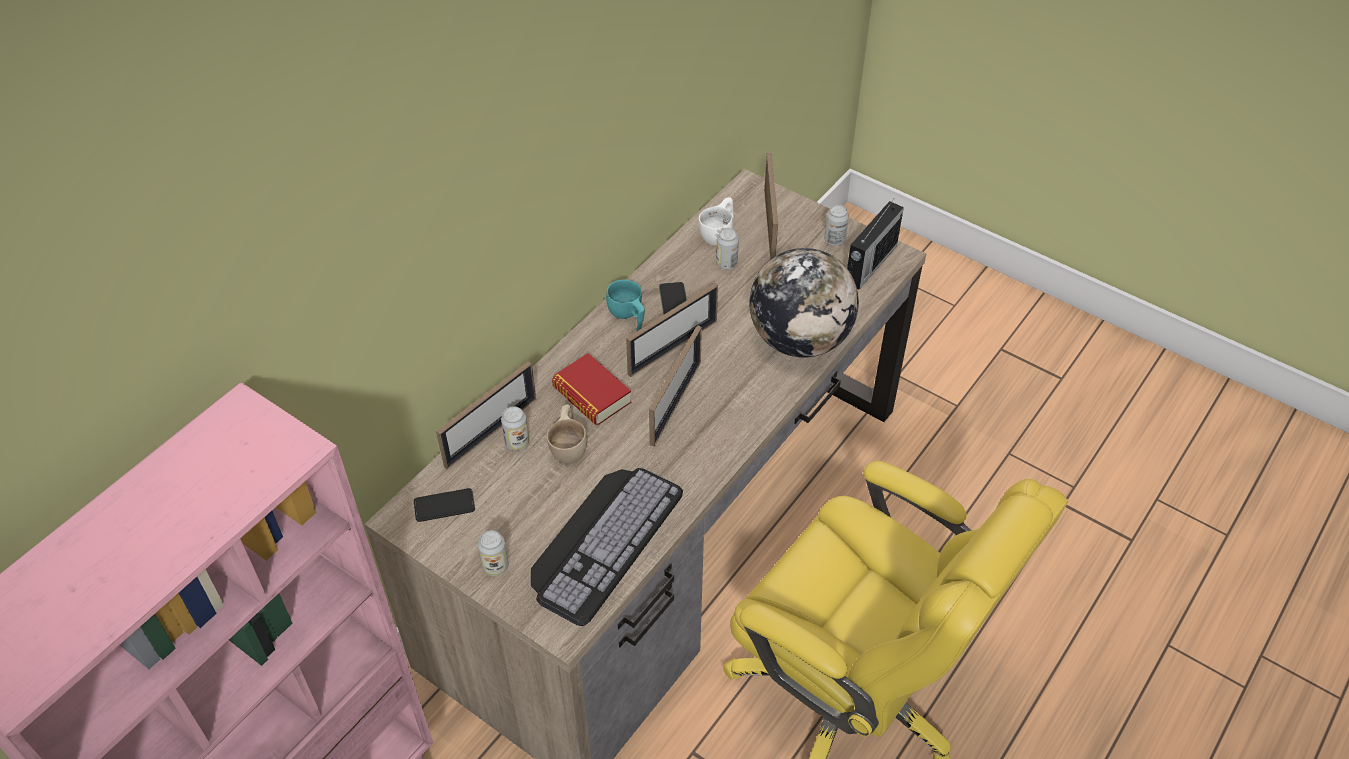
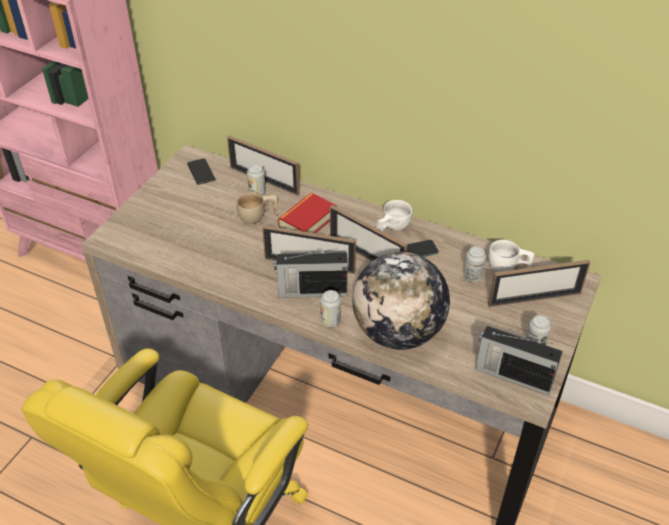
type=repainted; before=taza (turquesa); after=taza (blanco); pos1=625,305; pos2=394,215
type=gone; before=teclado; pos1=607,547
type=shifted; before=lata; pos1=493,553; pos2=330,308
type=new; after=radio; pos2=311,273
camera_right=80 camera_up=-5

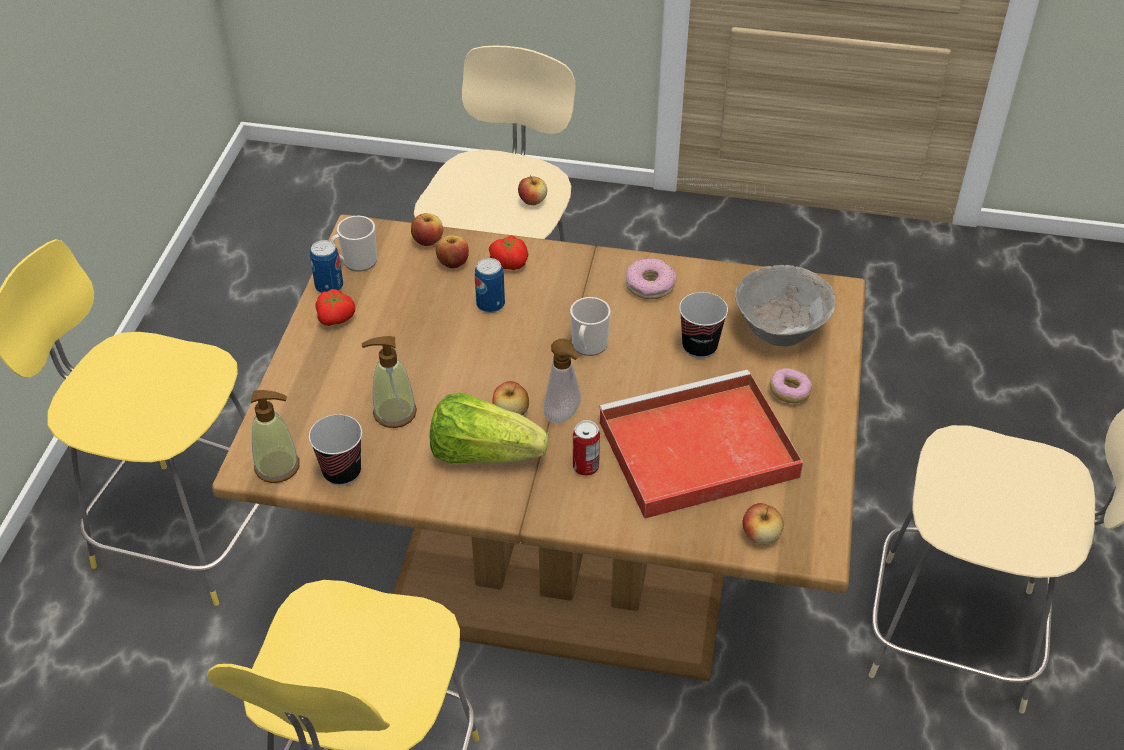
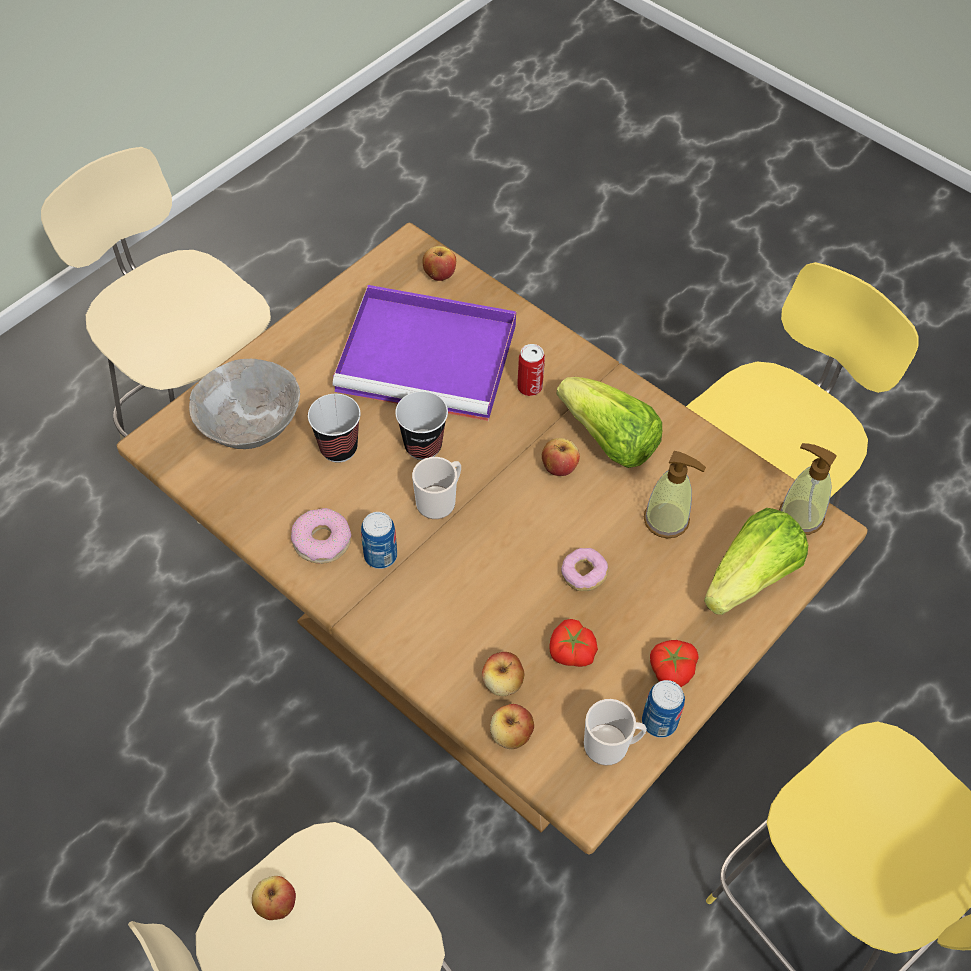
type=shifted; before=tomate; pos1=508,252; pos2=573,643
type=shifted; before=lata; pos1=490,285; pos2=379,540
type=gone; before=dispensador de jabón; pos1=562,381
type=shifted; before=rosquilla; pos1=791,385; pos2=585,569
type=repainted; before=bandeja (rojo); after=bandeja (morado); pos1=700,444; pos2=424,353
type=shifted; before=taza; pos1=335,450; pos2=421,425
type=new; after=lechuga; pos2=756,561
camera_right=-150 camera_up=10

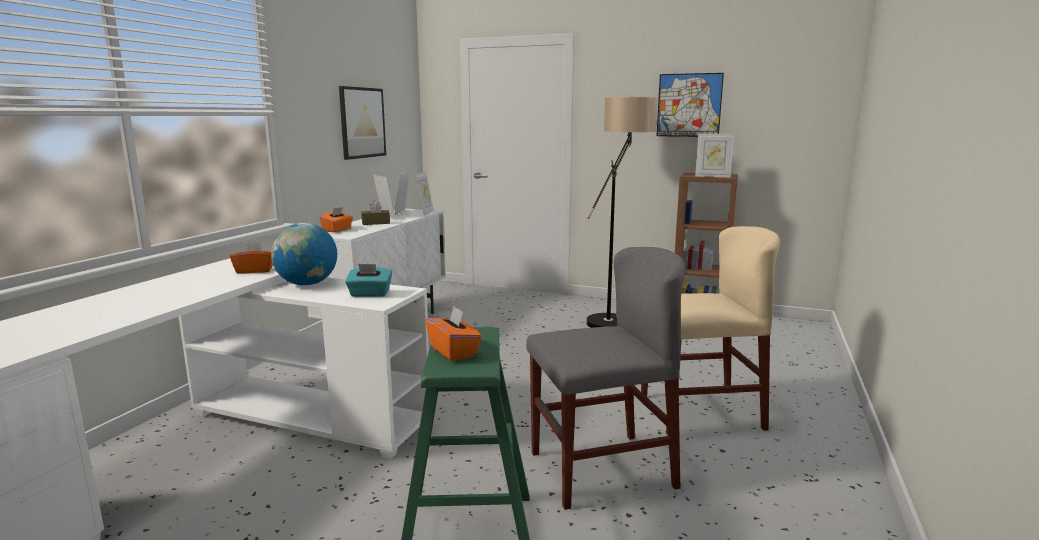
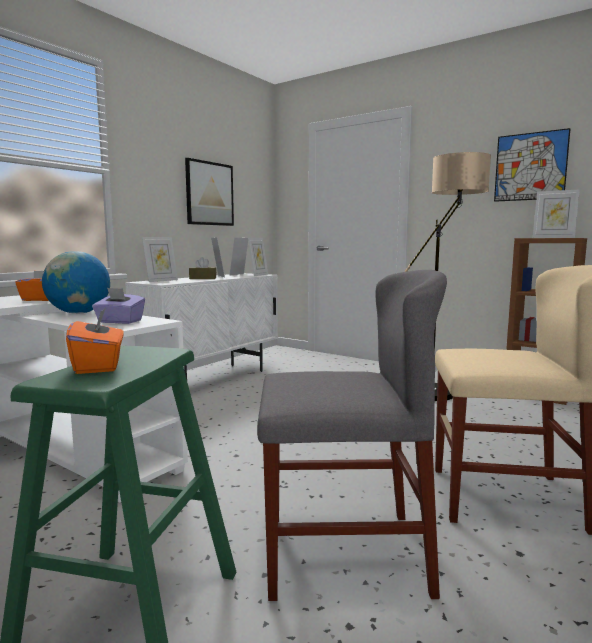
type=swapped; before=caja de pañuelos (naranja); after=portarretratos; pos1=336,219; pos2=160,259
type=repainted; before=caja de pañuelos (turquesa); after=caja de pañuelos (morado); pos1=368,280; pos2=118,306
camera_right=15 camera_up=-5

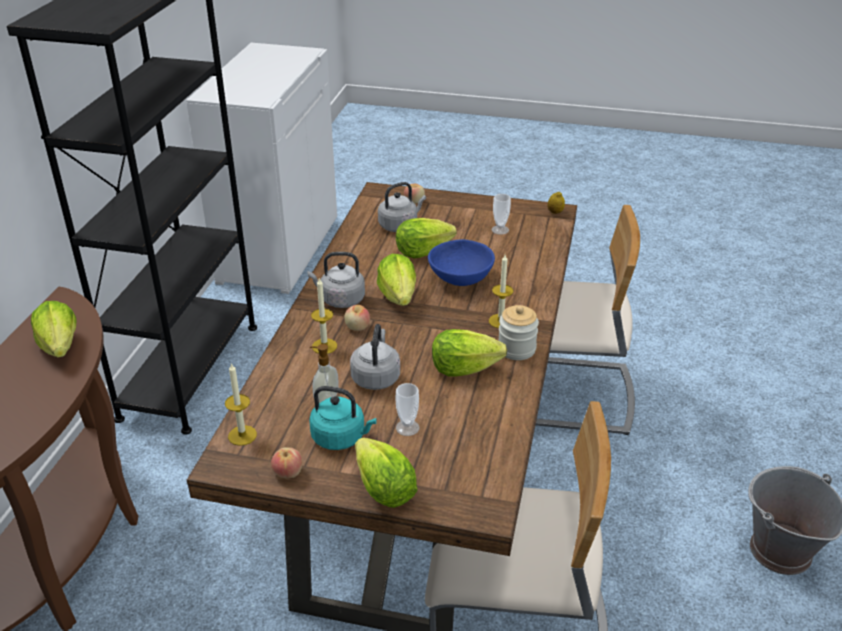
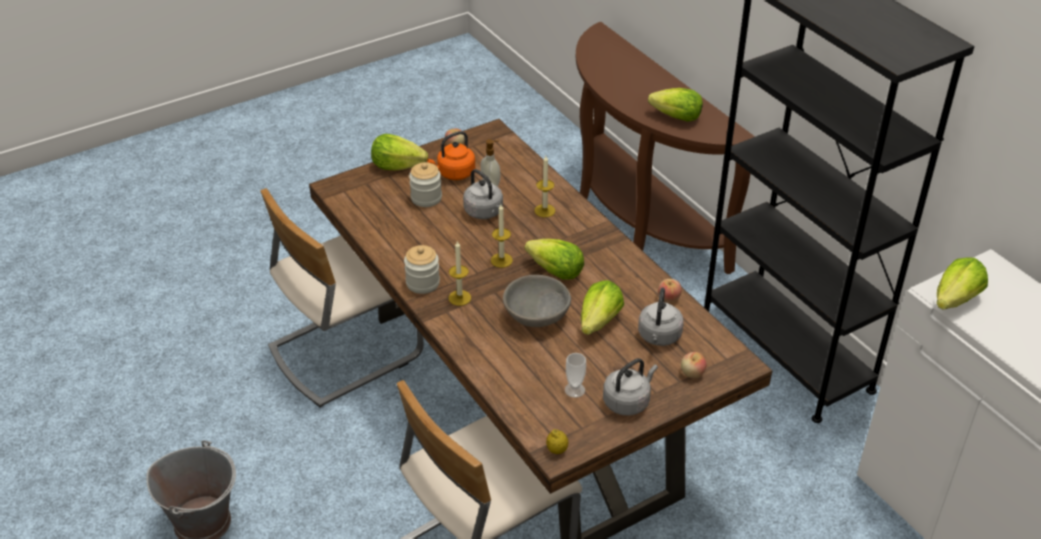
type=repainted; before=cuenco (azul); after=cuenco (gris); pos1=461,262; pos2=537,301
type=shifted; before=hervidor (gris); pos1=336,280; pos2=630,387
type=shifted; before=manzana; pos1=357,318; pos2=670,290
type=shifted; before=lechuga; pos1=469,353; pos2=962,283
type=shifted; before=vela; pos1=241,404; pos2=502,236
type=swapped; before=taza; after=tarro; pos1=407,409; pos2=425,184
type=repainted; before=hervidor (turquesa); after=hervidor (naranja); pos1=343,418; pos2=451,155
camera_right=135 camera_up=5

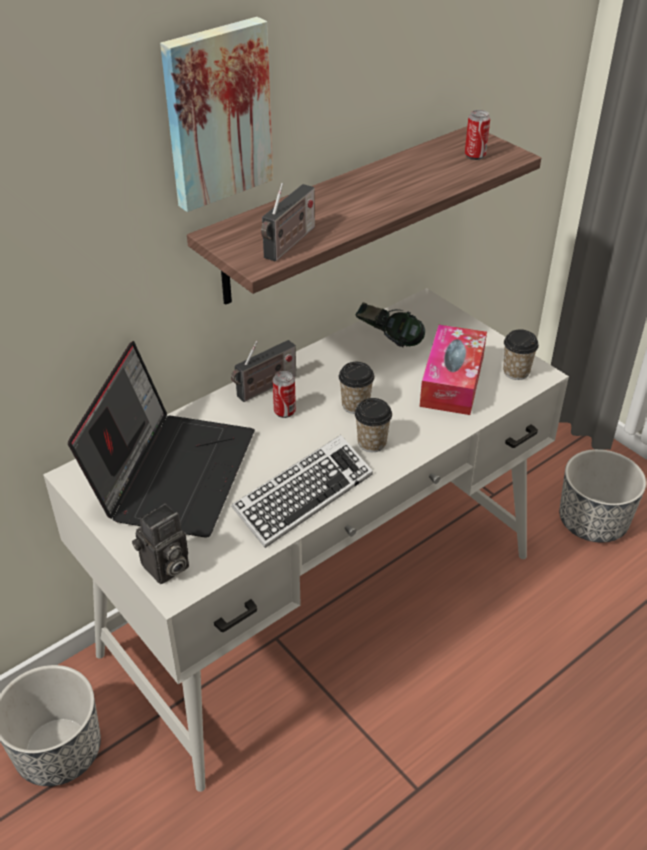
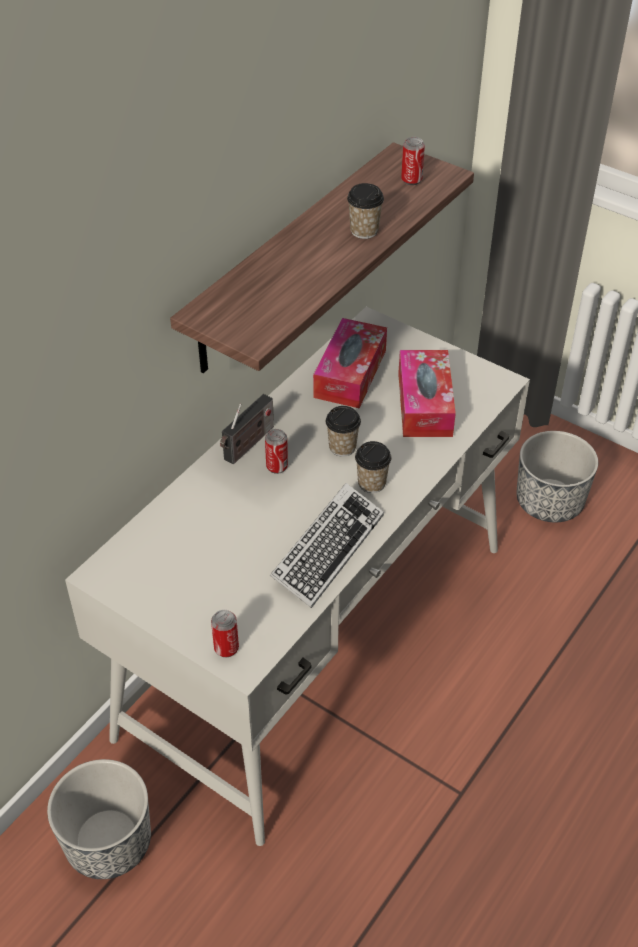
type=gone; before=cuadro; pos1=216,114
type=gone; before=radio; pos1=288,222
type=swapped; before=auriculares; after=caja de pañuelos; pos1=390,324; pos2=350,363
type=shifted; before=taza; pos1=521,354; pos2=365,211
type=gone; before=portátil; pos1=161,439
type=swapped; before=cámara; after=lata; pos1=160,544; pos2=225,634
camera_right=-15 camera_up=5

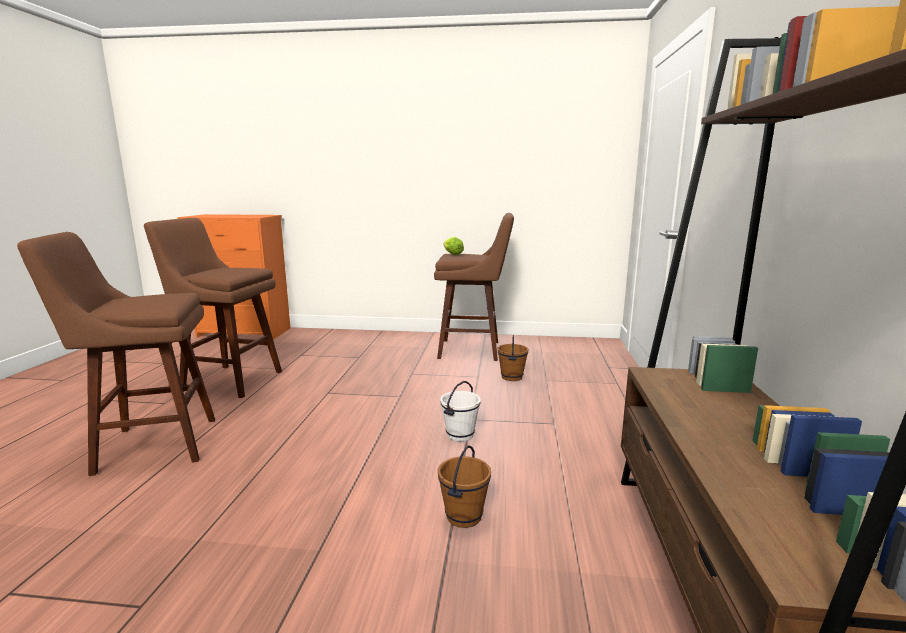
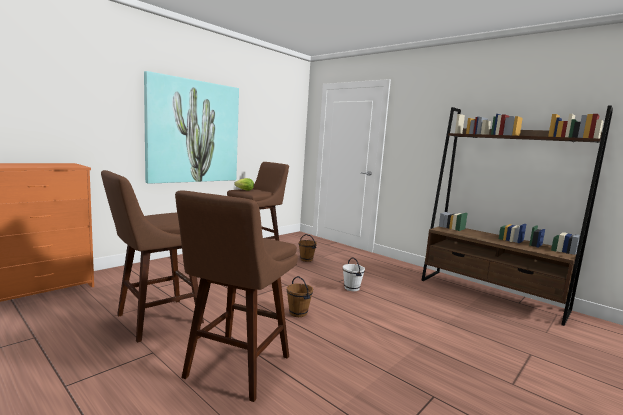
type=shifted; before=cubo (marrón); pos1=464,486; pos2=300,296
type=new; after=cuadro; pos2=191,127
camera_right=-55 camera_up=-5

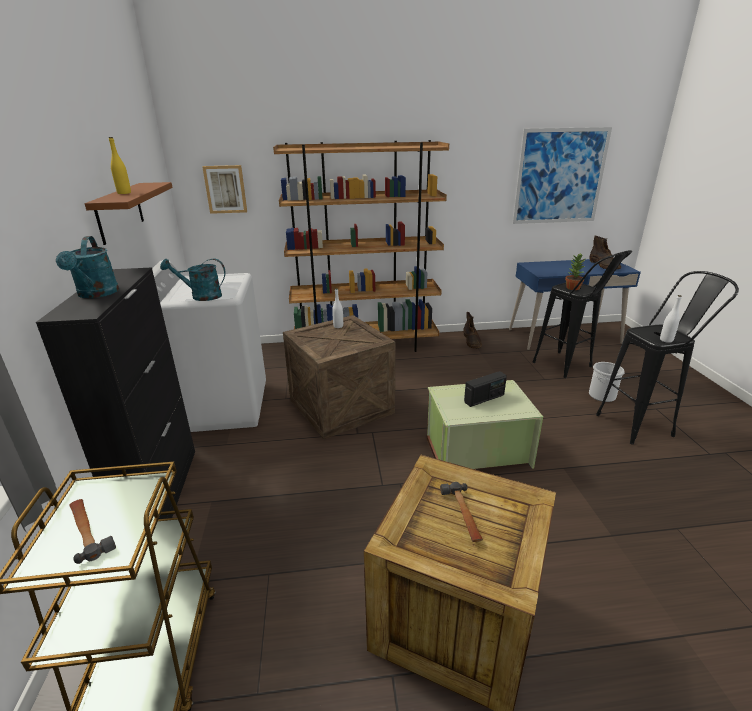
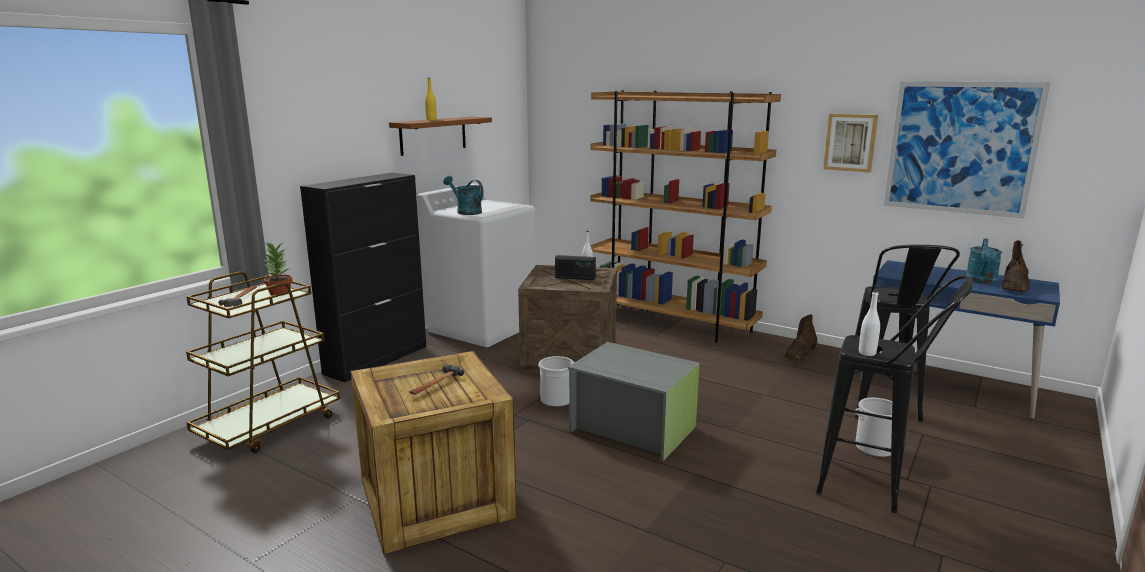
type=shifted; before=cuadro; pos1=224,189; pos2=850,143
type=shifted; before=regadera (turquesa); pos1=87,267; pos2=984,261
type=shifted; before=planta en maceta; pos1=575,271; pos2=278,269
type=shifted; before=radio; pos1=485,389; pos2=575,267
type=repainted; before=caja de almacenaje (verde); after=caja de almacenaje (gris); pos1=485,424; pos2=633,401
type=new; after=cubo; pos2=556,381
camera_right=40 camera_up=-10

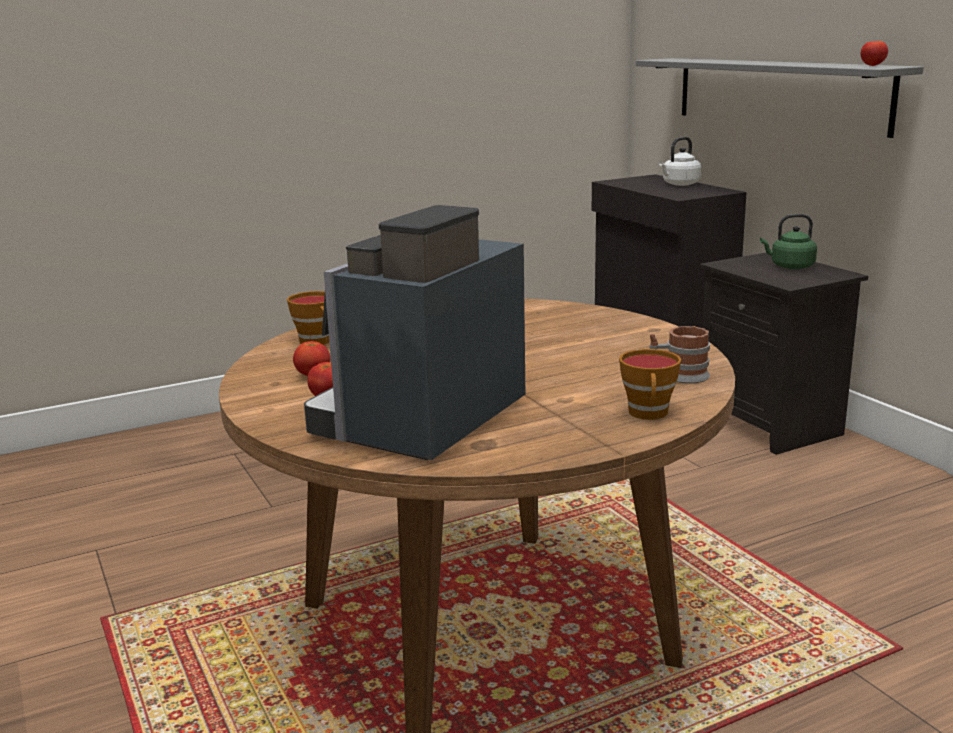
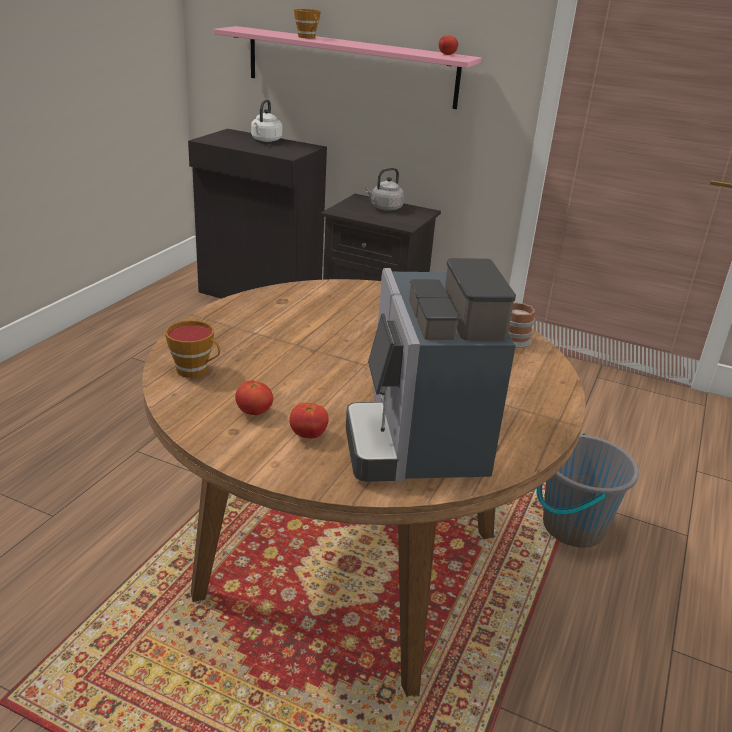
type=repainted; before=estante (gris); after=estante (rosa); pos1=780,98; pos2=348,67
type=repainted; before=hervidor (verde); after=hervidor (gris); pos1=788,241; pos2=384,189
type=shifted; before=taza; pos1=650,384; pos2=307,24
type=new; after=cubo (gris); pos2=587,490
camera_right=-40 camera_up=10

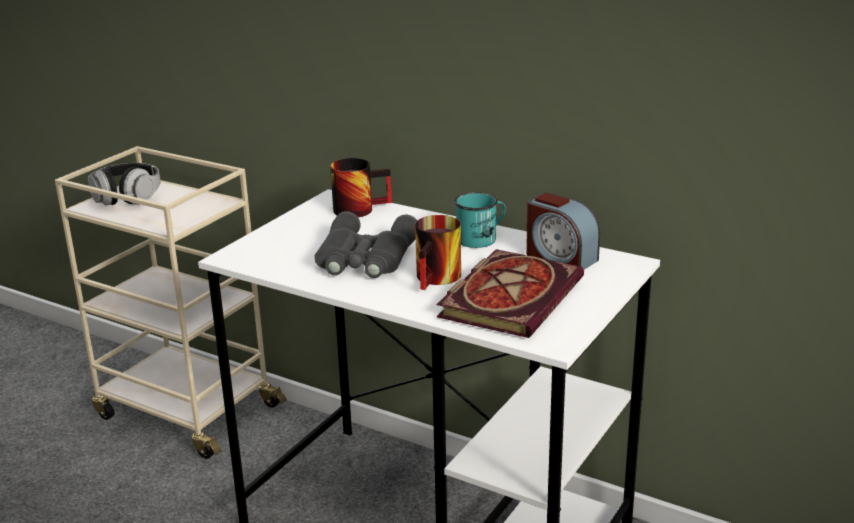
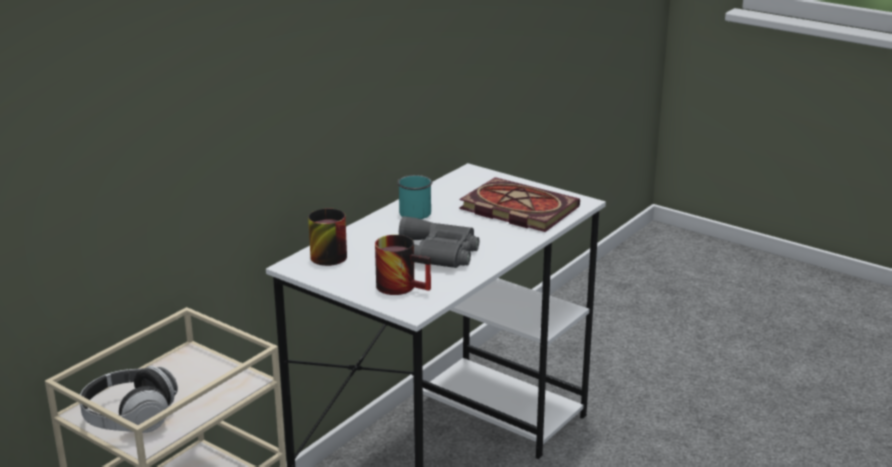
type=gone; before=despertador; pos1=563,231
type=shifted; before=taza grande; pos1=438,252; pos2=403,265
camera_right=-85 camera_up=0

